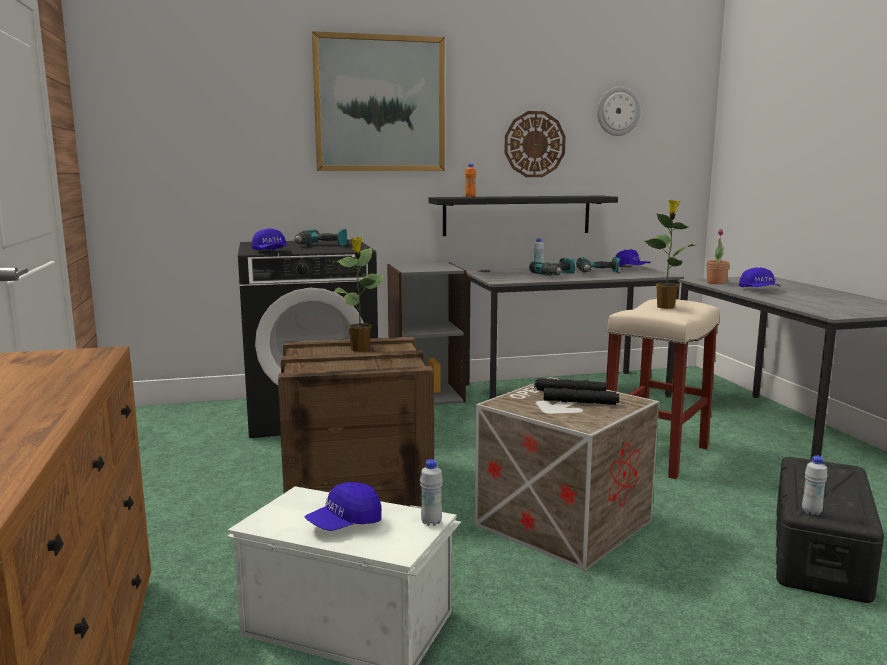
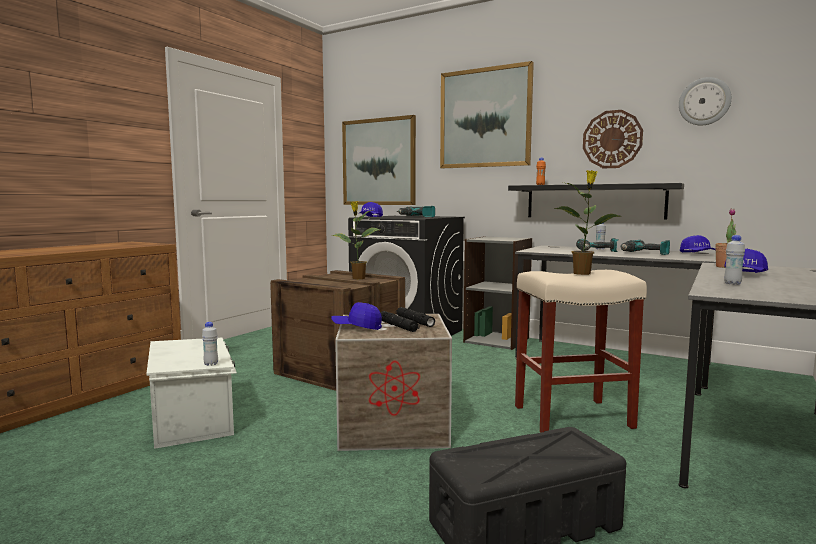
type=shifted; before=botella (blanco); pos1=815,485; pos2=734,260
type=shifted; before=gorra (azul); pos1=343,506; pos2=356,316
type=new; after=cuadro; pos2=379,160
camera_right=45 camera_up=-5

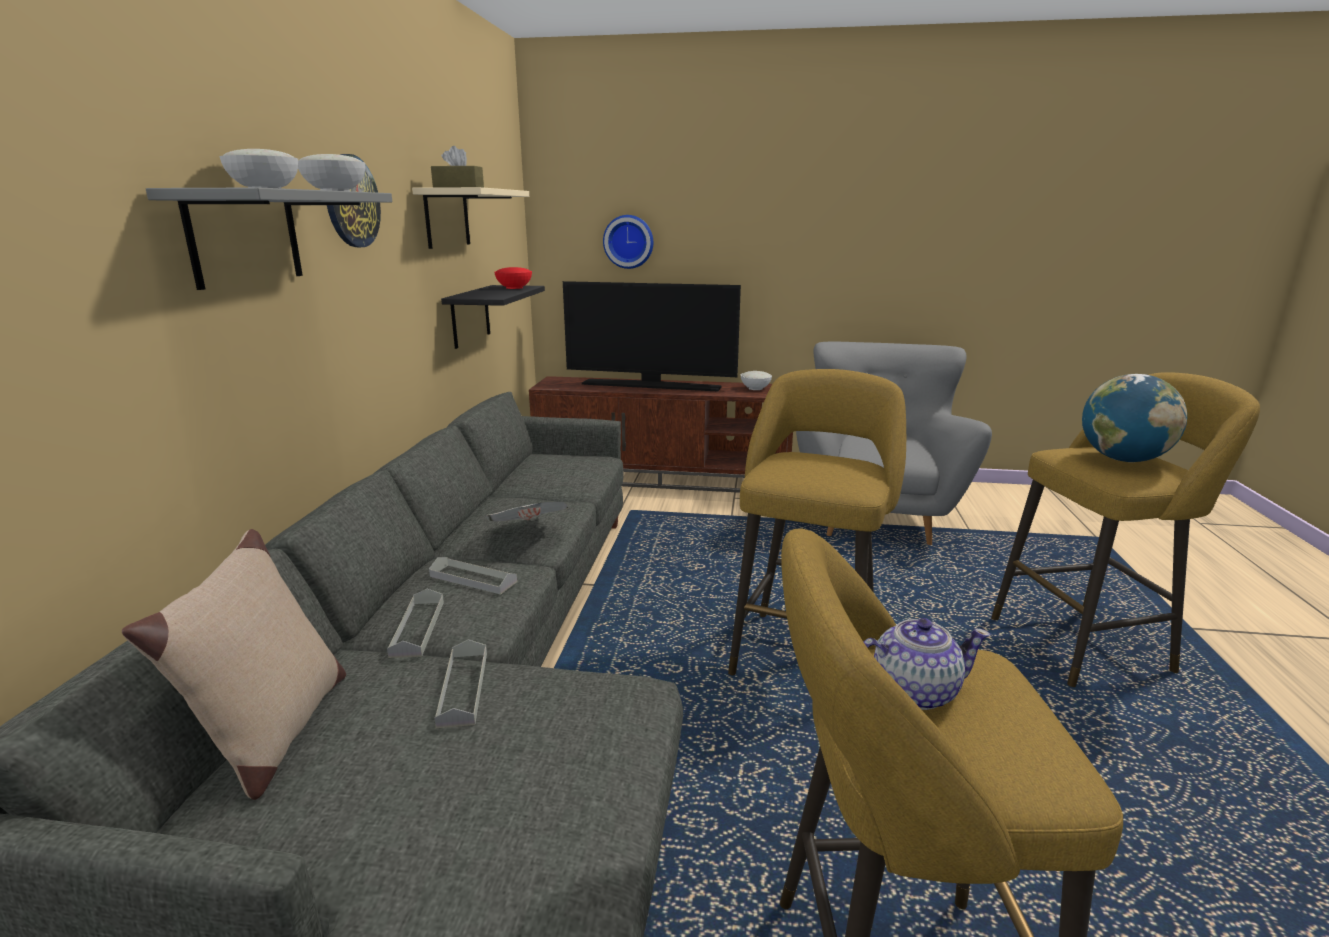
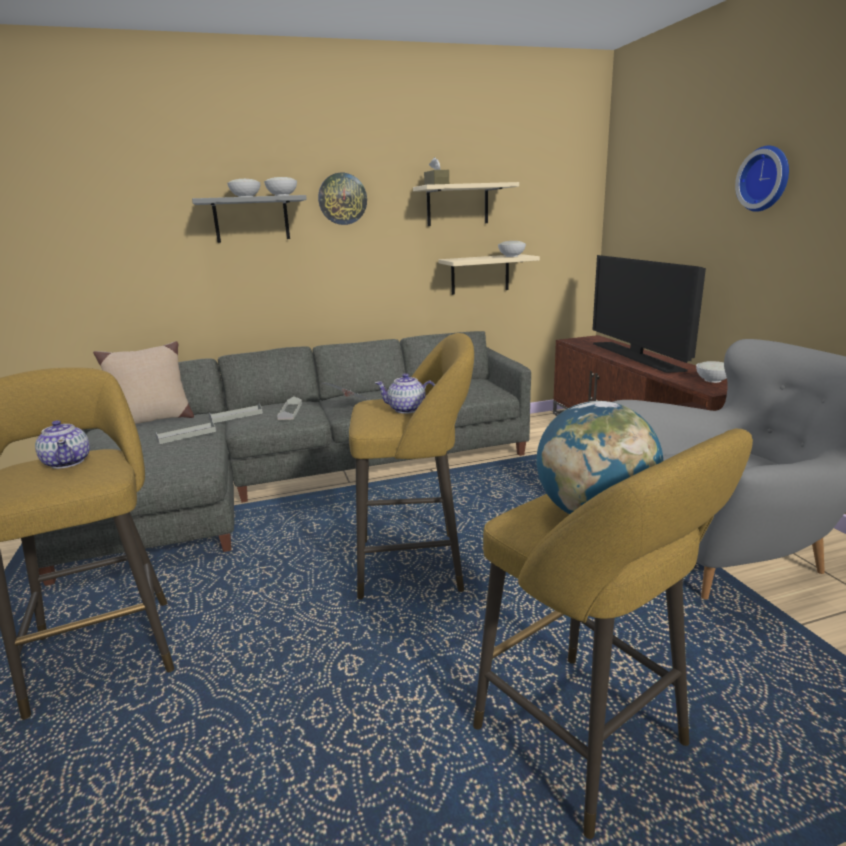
type=shifted; before=reloj de pared; pos1=628,242; pos2=762,179
type=repainted; before=cuenco (rojo); after=cuenco (blanco); pos1=513,278; pos2=512,249
type=repainted; before=estante (negro); after=estante (beis); pos1=493,317; pos2=489,274
type=new; after=tetera; pos2=405,393
camera_right=65 camera_up=0

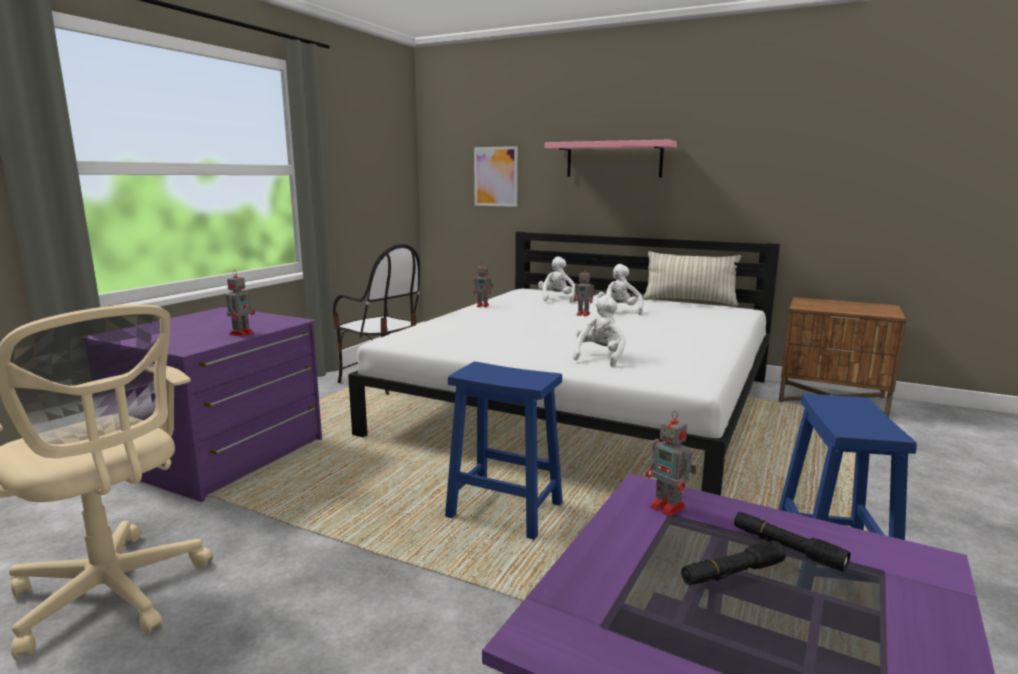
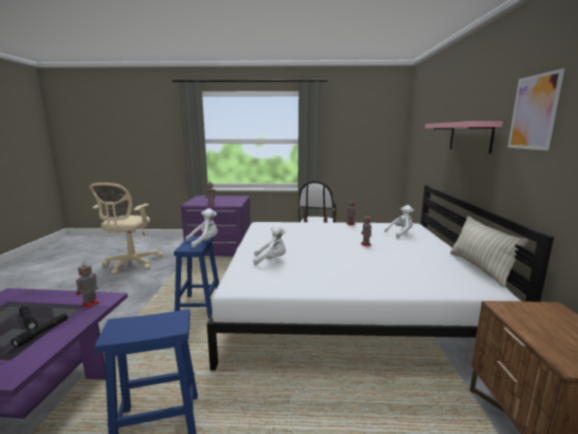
type=shifted; before=cuadro; pos1=496,176; pos2=536,109
type=shifted; before=peluche (blanco); pos1=620,289; pos2=201,228
camera_right=65 camera_up=0

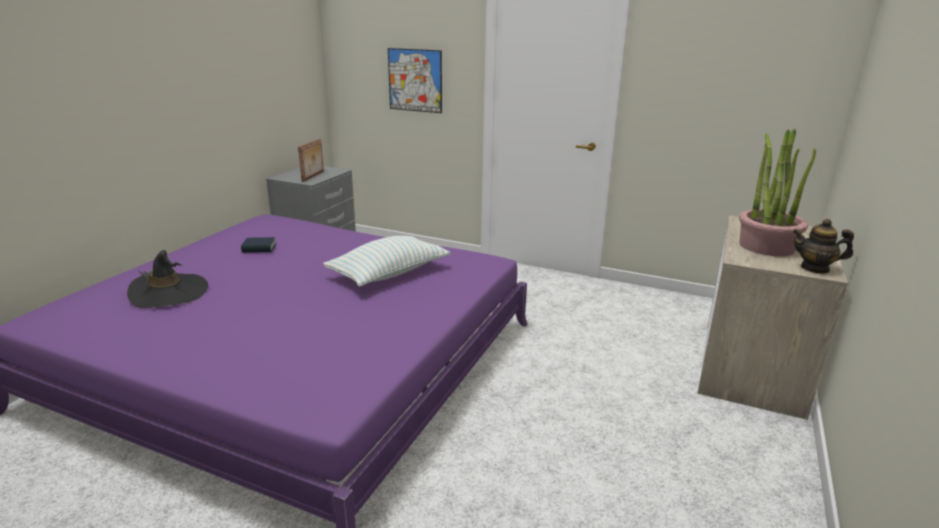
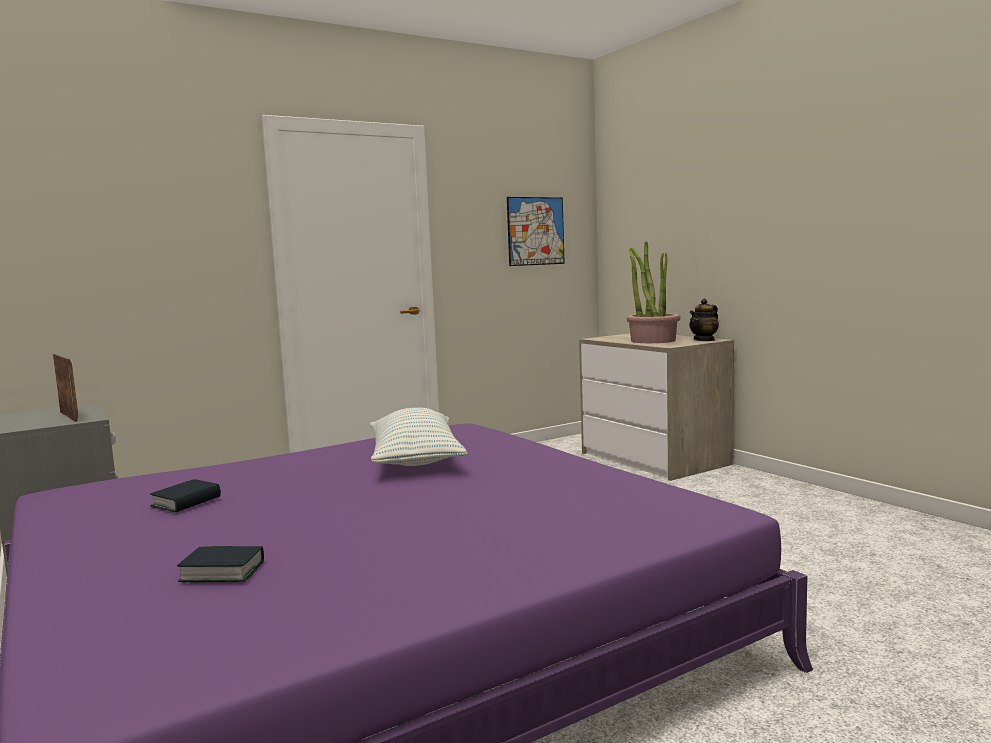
type=shifted; before=cuadro; pos1=415,80; pos2=536,231
type=swapped; before=sombrero (negro); after=libro; pos1=167,279; pos2=220,564
camera_right=-55 camera_up=-15

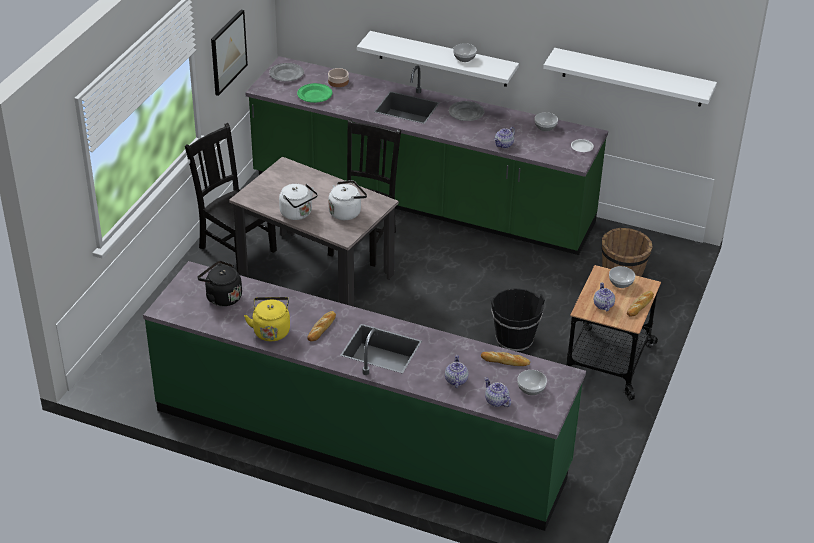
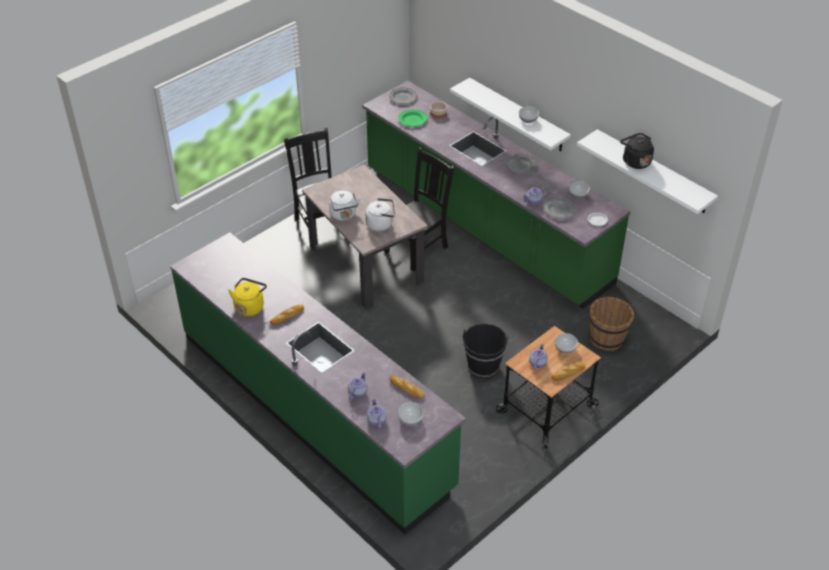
type=gone; before=cuadro; pos1=229,52
type=shifted; before=hervidor (negro); pos1=220,283; pos2=637,151
type=new; after=plato (gris); pos2=560,208
camera_right=25 camera_up=5

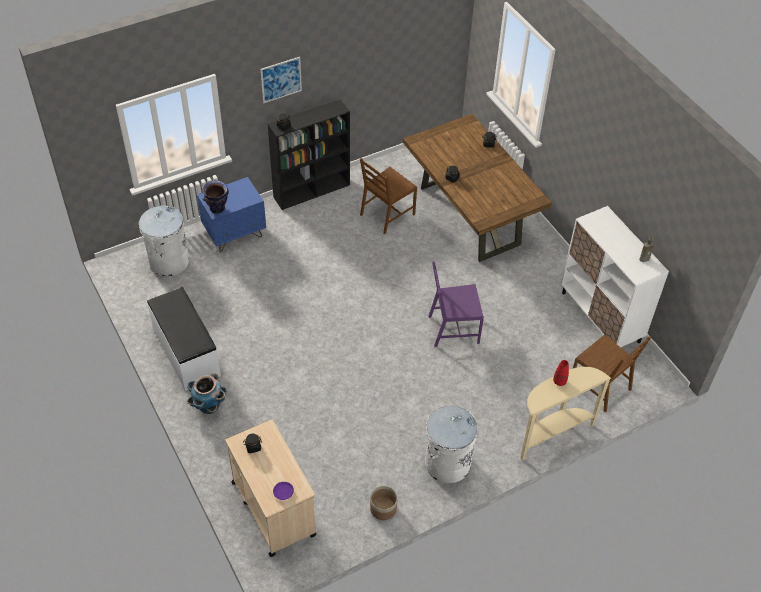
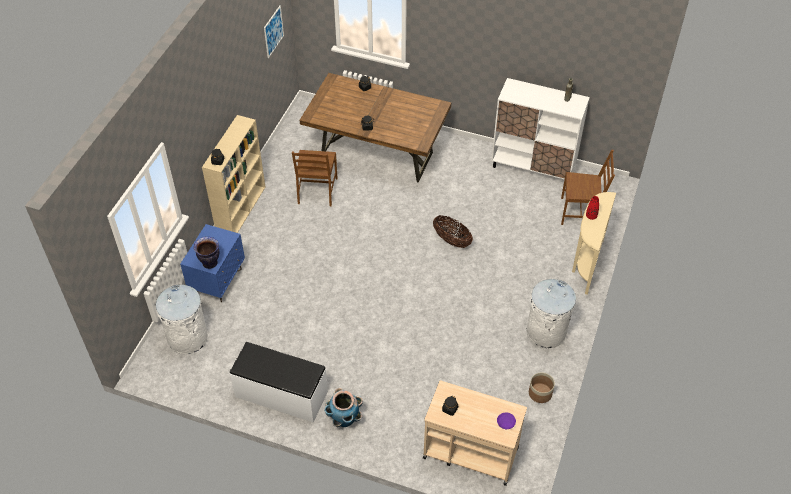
type=shifted; before=cuadro; pos1=281,80; pos2=274,31
type=repainted; before=estantería (negro); after=estantería (beis); pos1=309,155; pos2=233,174
type=swapped; before=silla (morado); after=cesta; pos1=456,304; pos2=453,231
camera_right=-40 camera_up=0

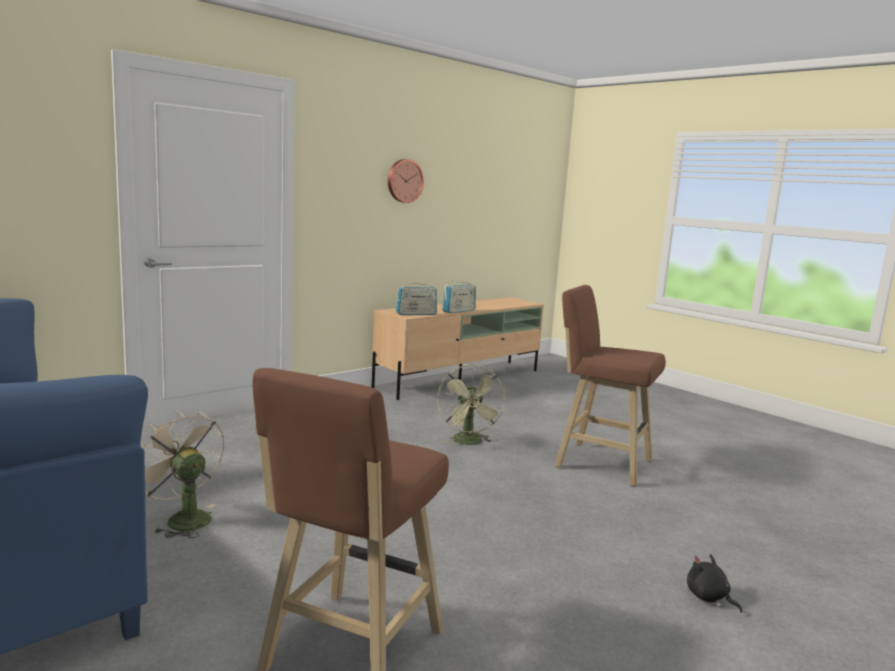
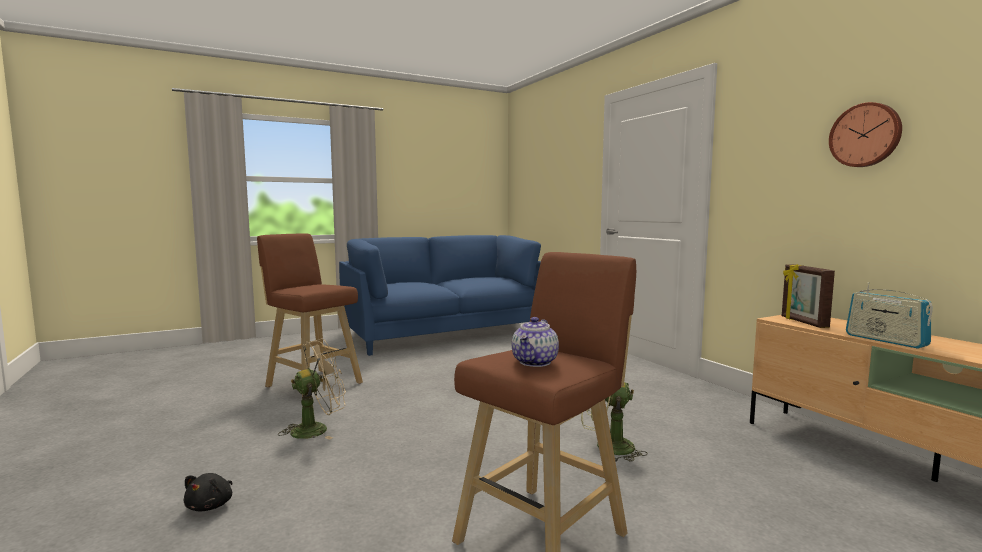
type=swapped; before=radio; after=portarretratos; pos1=416,297; pos2=808,296
type=shifted; before=ventilador (beis); pos1=182,474; pos2=312,389
type=rotated; before=peluche (negro); pos1=714,583; pos2=208,492; turn=120
type=new; after=tetera; pos2=535,342
camera_right=105 camera_up=-5

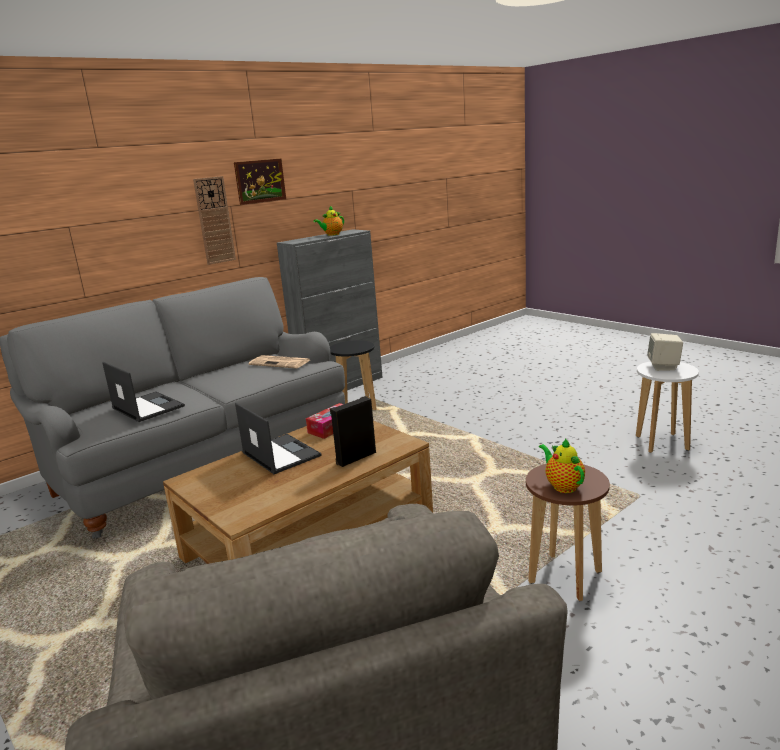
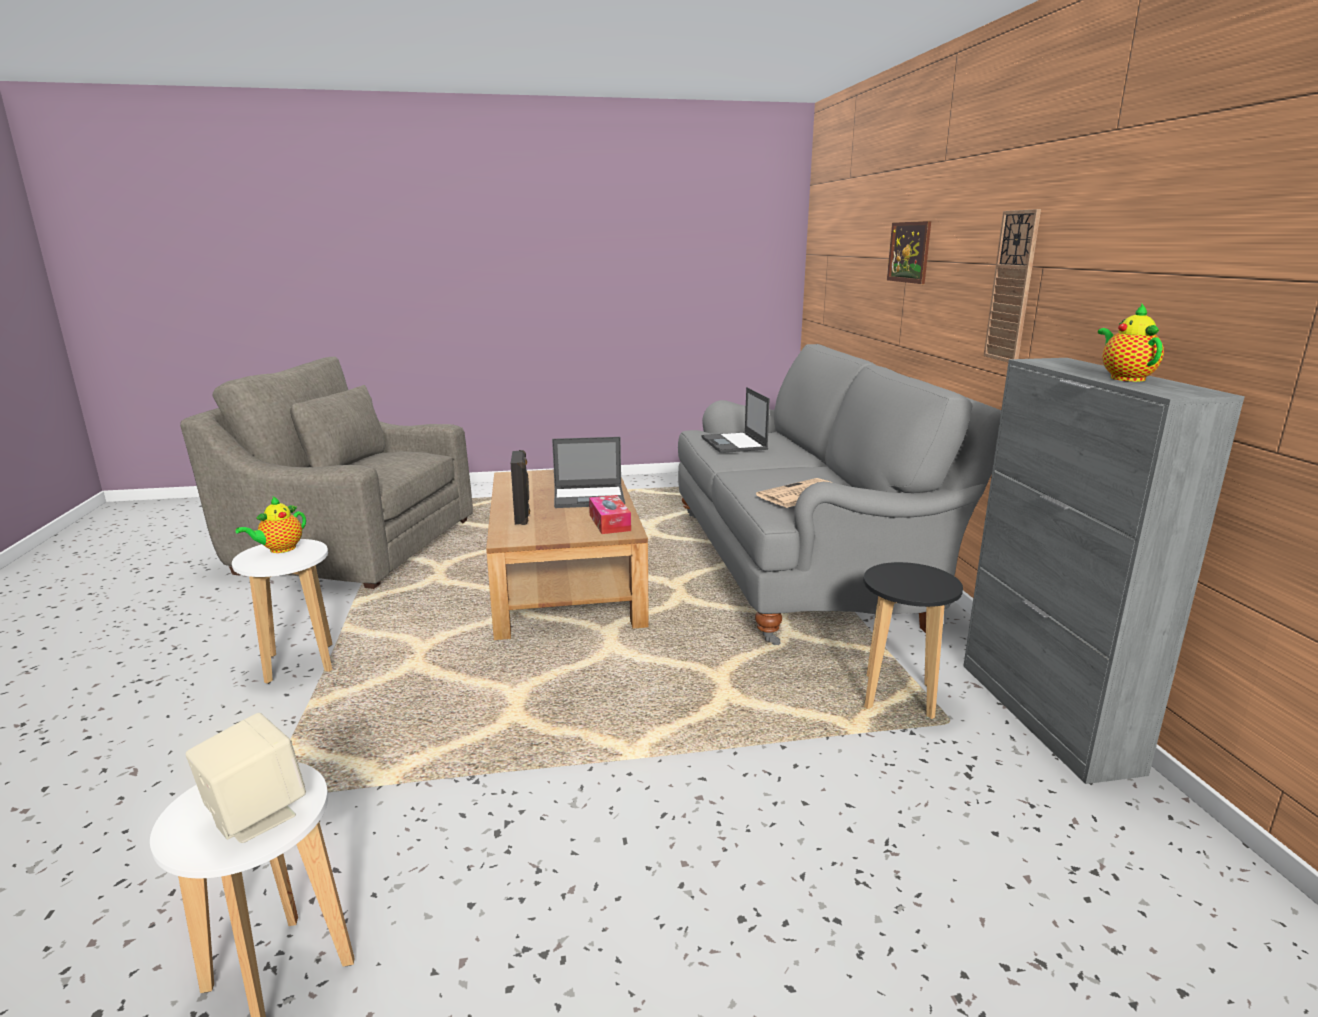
type=shifted; before=cuadro; pos1=260,182; pos2=909,252
type=rotated; before=portátil; pos1=143,392; pos2=736,420; turn=90
type=rotated; before=tetera; pos1=562,465; pos2=270,524; turn=120
type=repainted; before=taburete (marrón); after=taburete (blanco); pos1=568,532; pos2=282,611
camera_right=120 camera_up=0

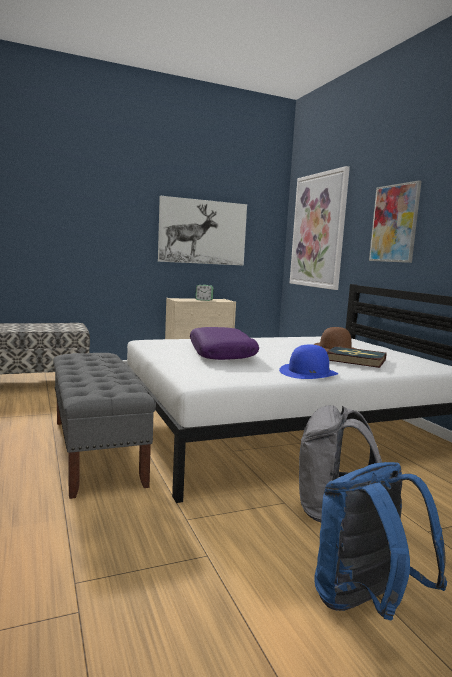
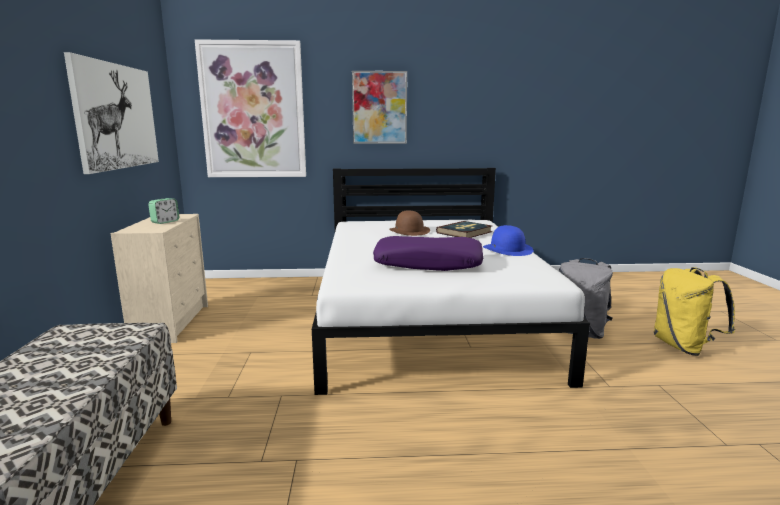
type=gone; before=banco (gris); pos1=104,426
type=repainted; before=mochila (azul); after=mochila (amarillo); pos1=380,541; pos2=694,311
camera_right=-70 camera_up=5

